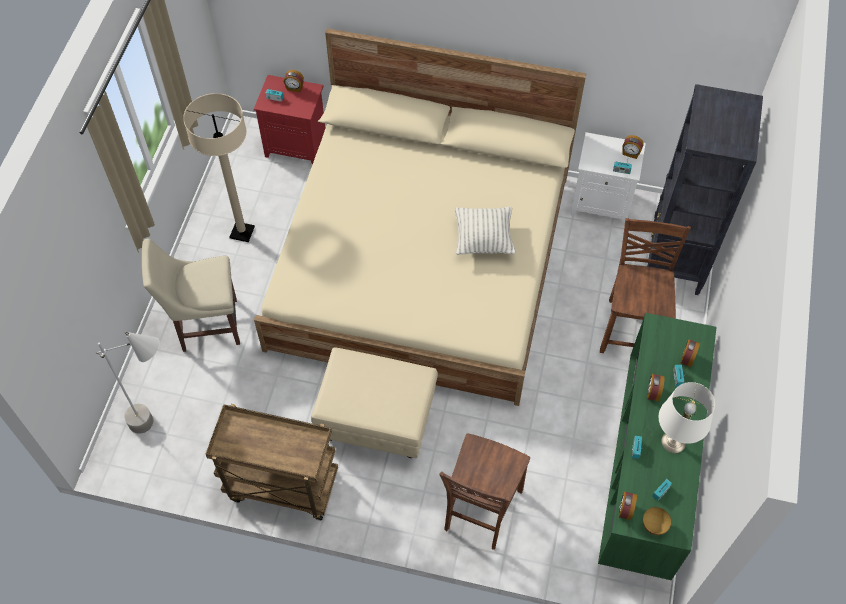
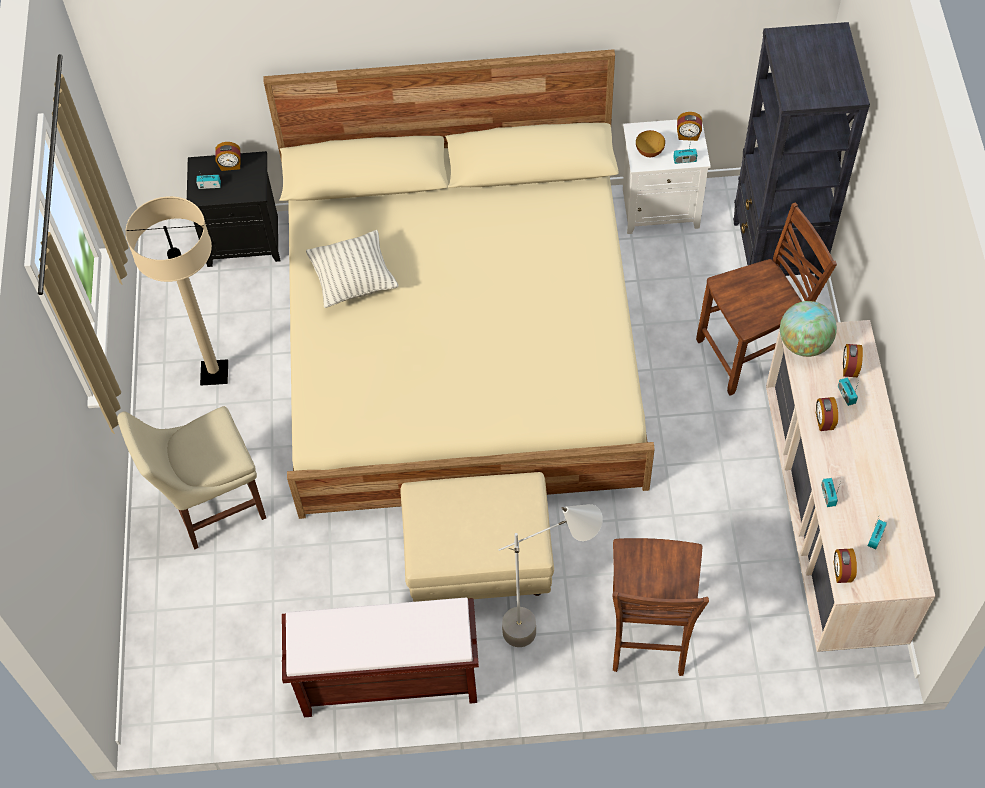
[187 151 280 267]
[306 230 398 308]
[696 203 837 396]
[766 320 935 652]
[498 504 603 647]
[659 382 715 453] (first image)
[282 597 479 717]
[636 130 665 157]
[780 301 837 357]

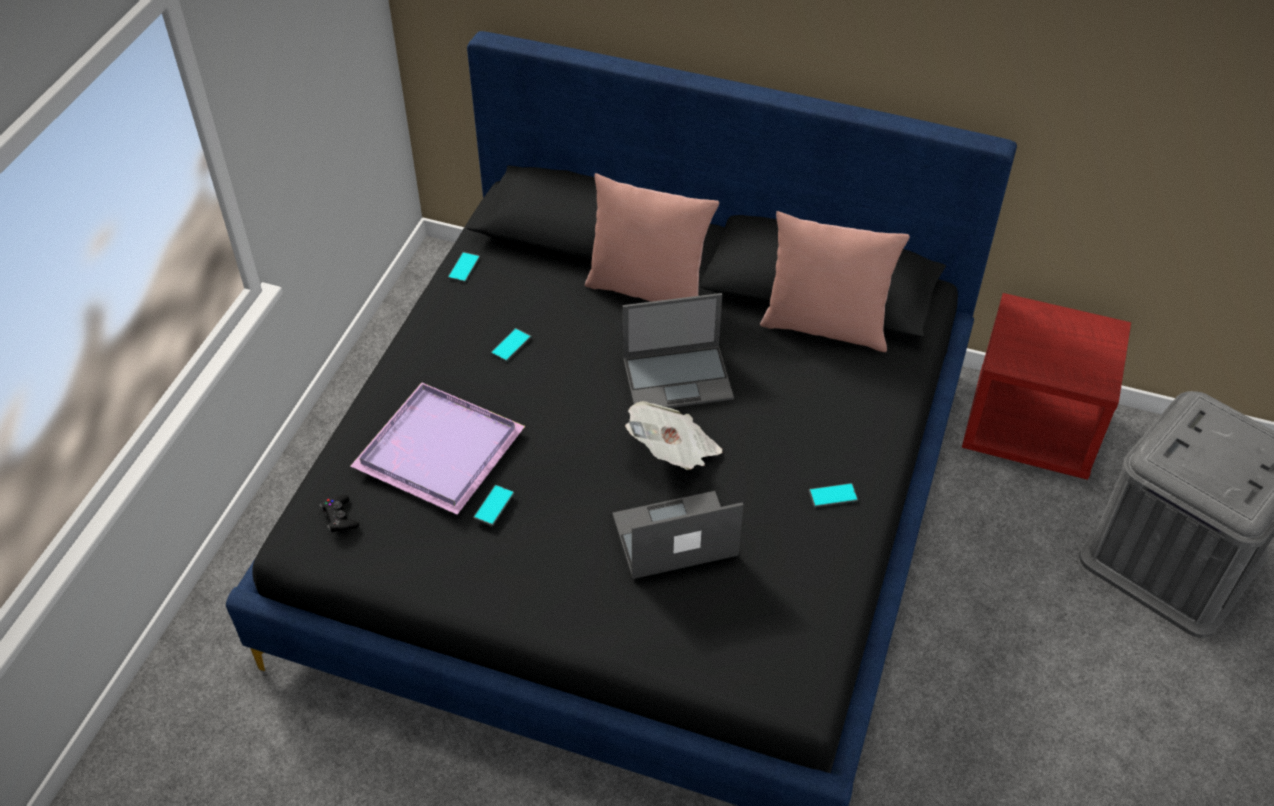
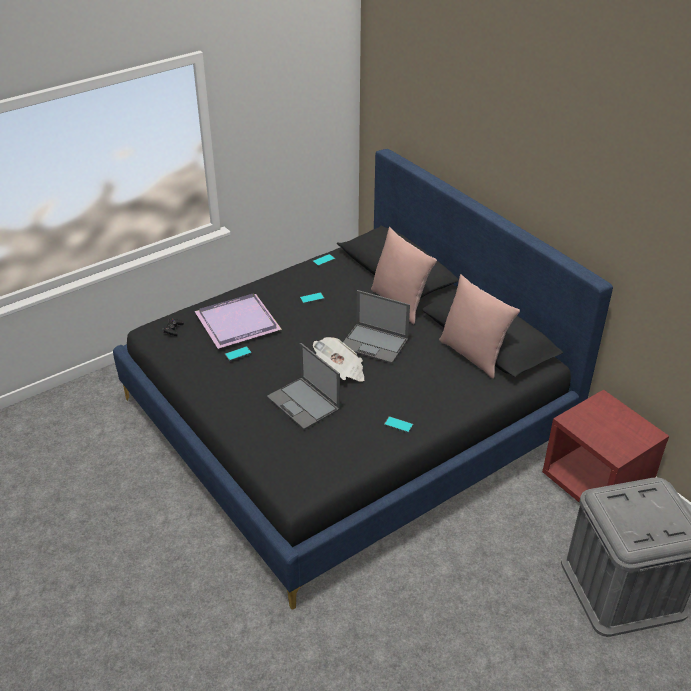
[267 343 340 430]

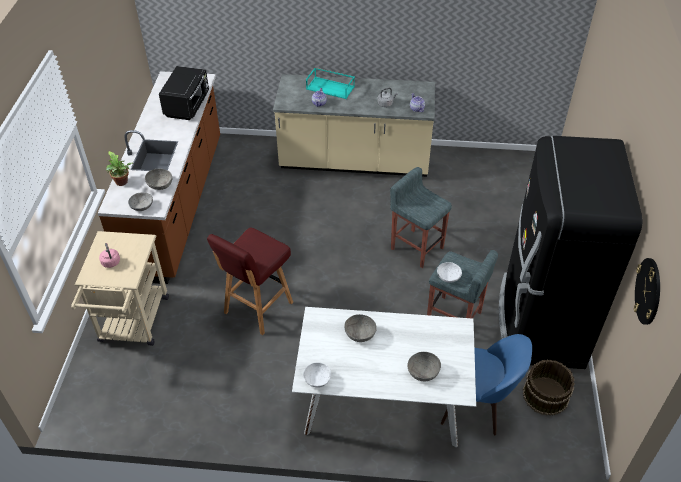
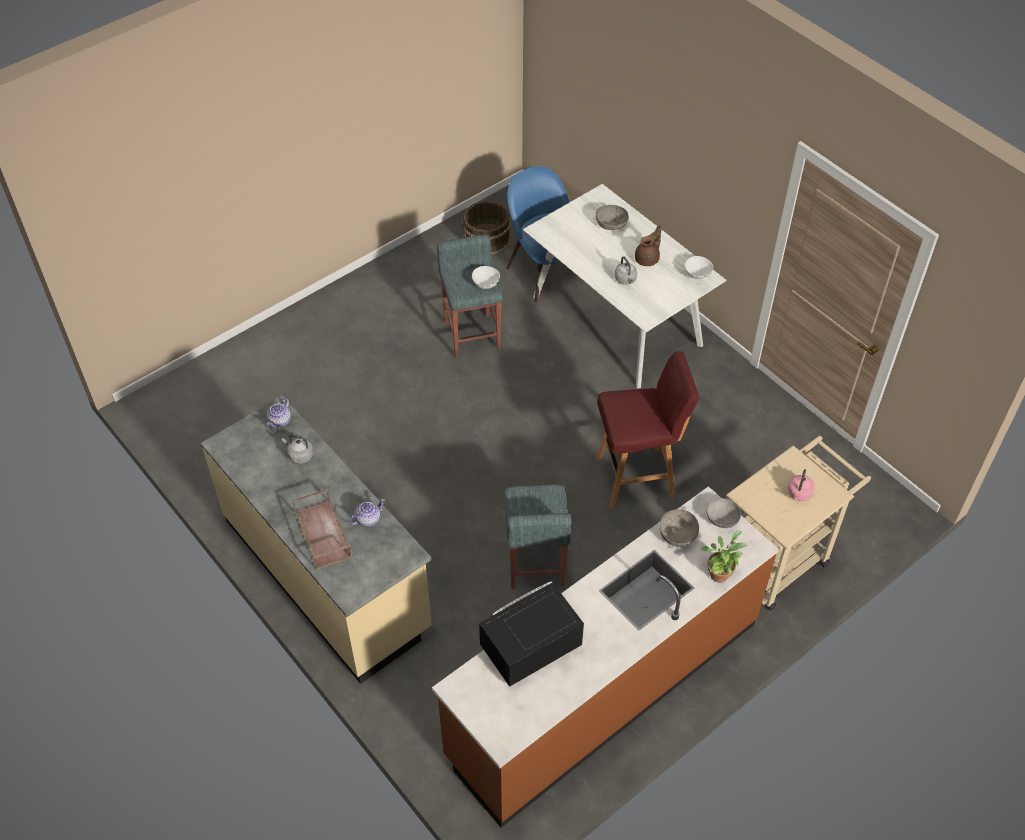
[292 489 353 570]
[499 136 642 369] (first image)
[505 484 572 589]
[634 258 660 325] (first image)
[615 256 637 285]
[635 225 661 266]

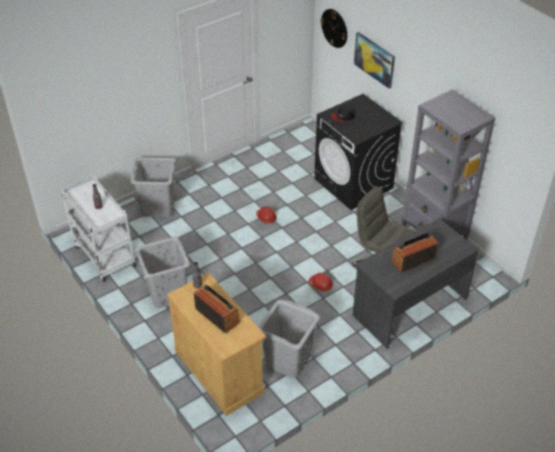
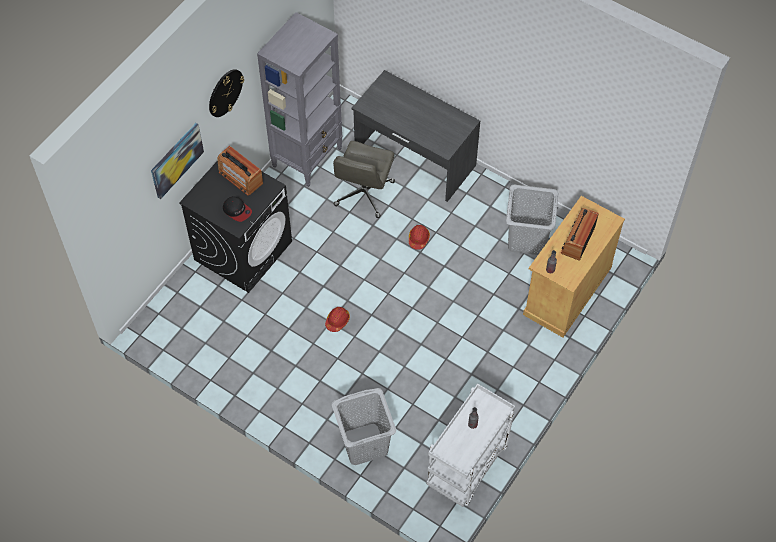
[209 69 244 117]
[217 146 263 196]
[135 237 190 308] (first image)

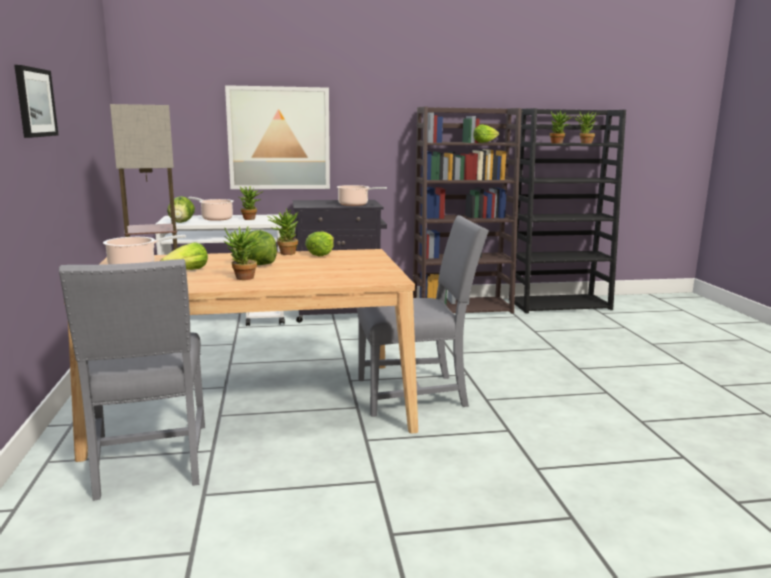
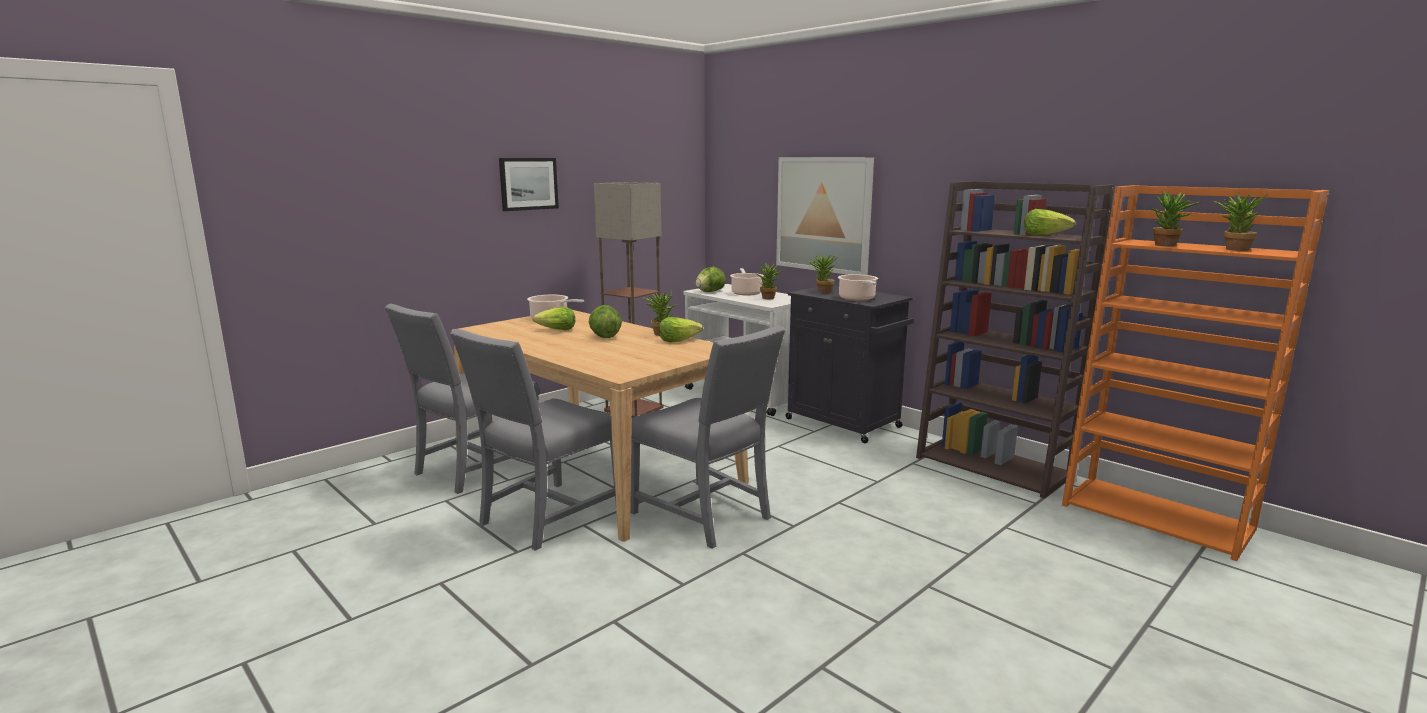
[1062 185 1329 561]
[808 253 838 293]
[450 329 616 551]

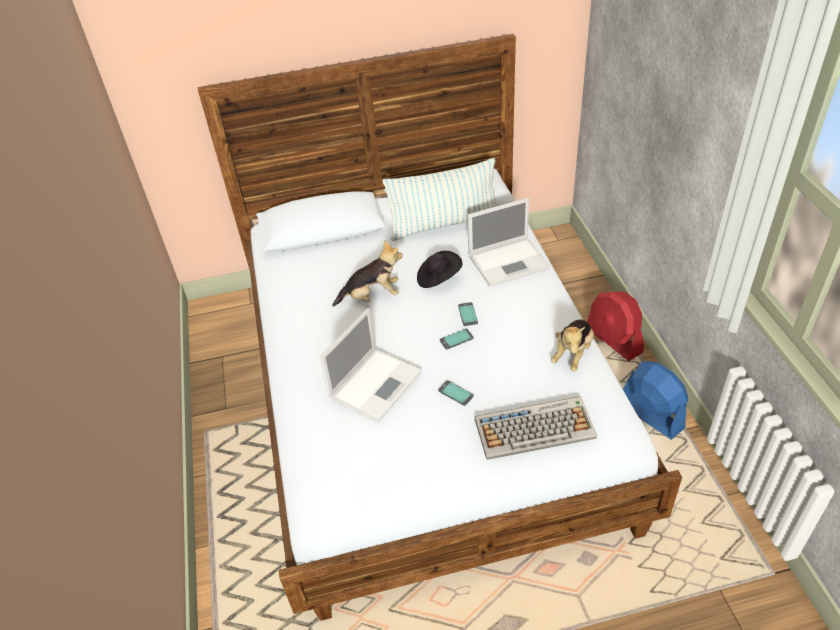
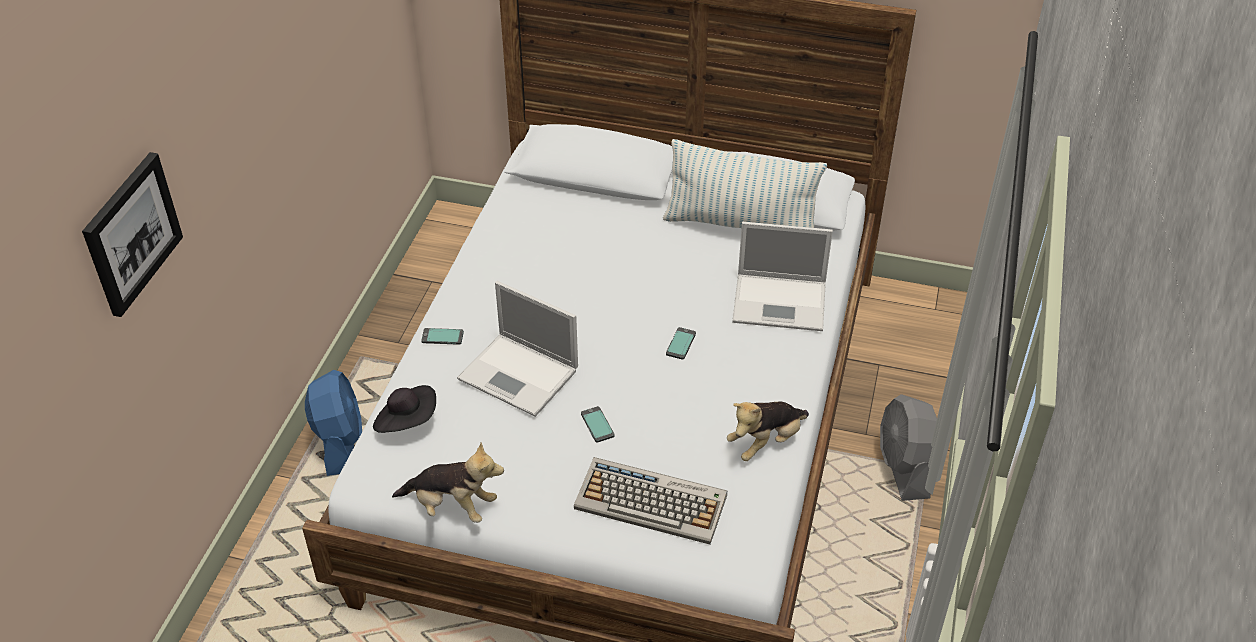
[392 443 504 523]
[373 385 436 433]
[880 394 937 501]
[457 281 578 417]
[421 328 464 345]
[305 370 362 476]
[82 152 183 317]

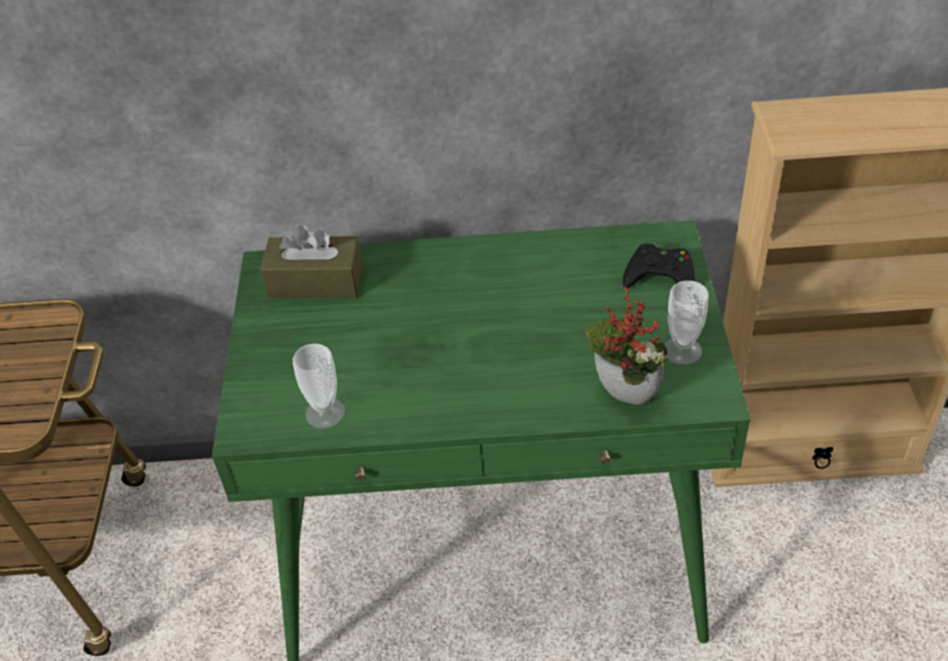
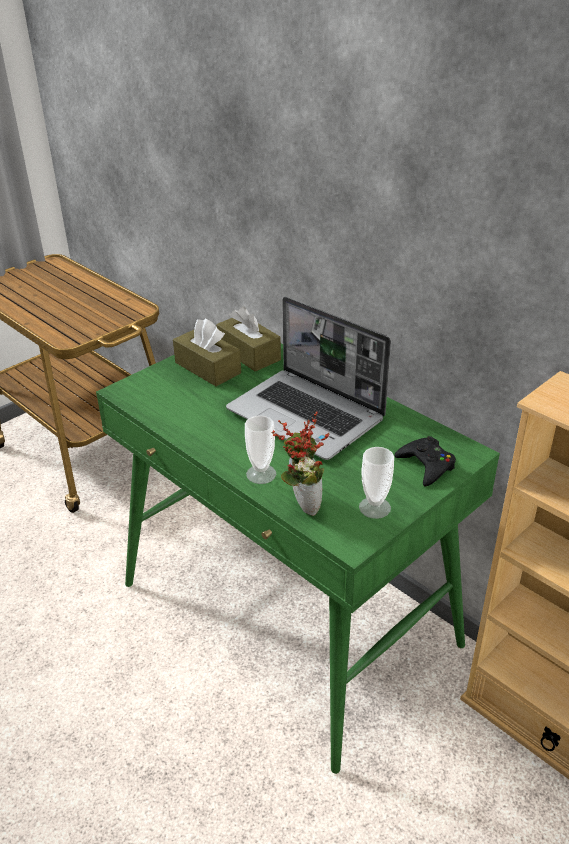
[245 415 276 484]
[226 297 391 460]
[173 319 241 386]

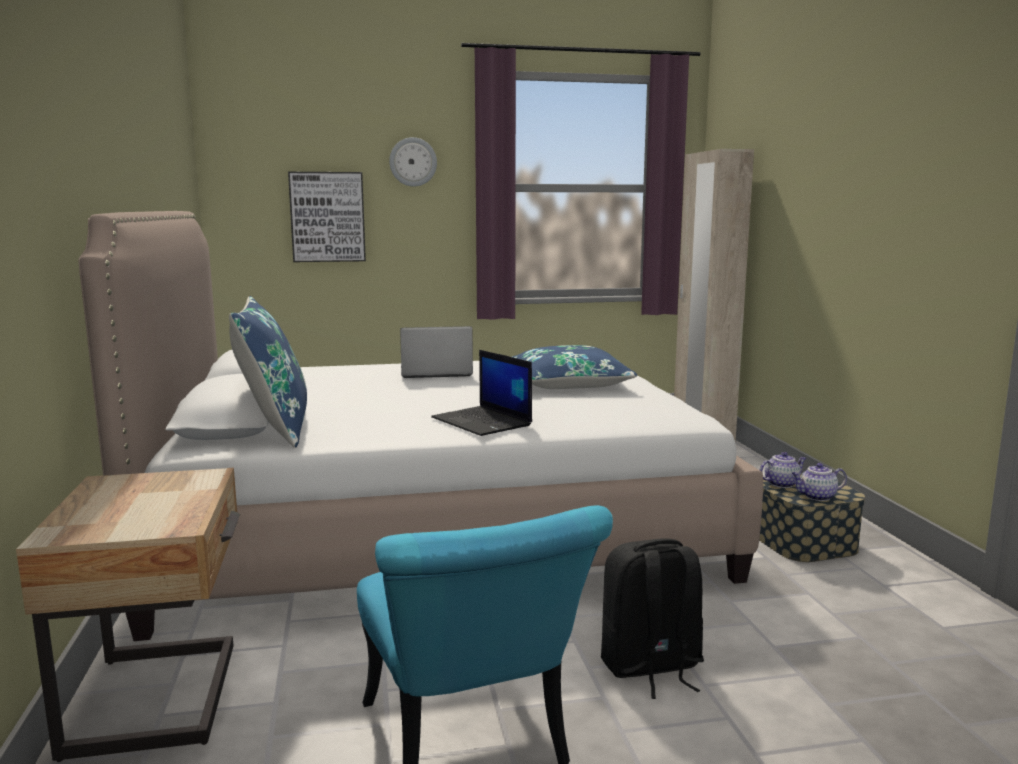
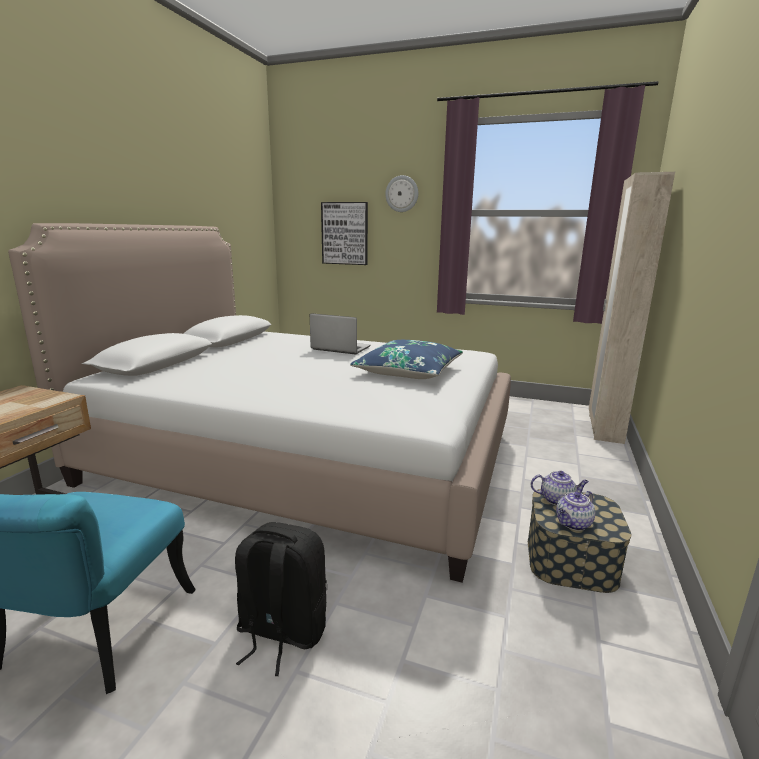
[229 296 307 448] (first image)
[431 350 532 436] (first image)
[556 491 595 531]

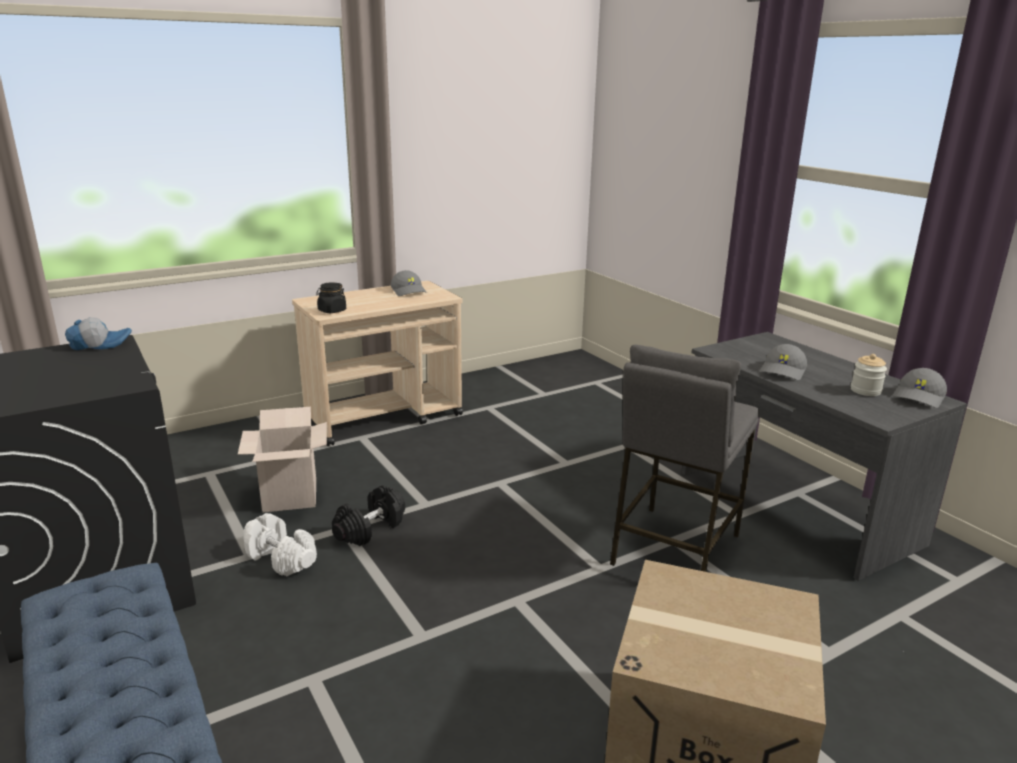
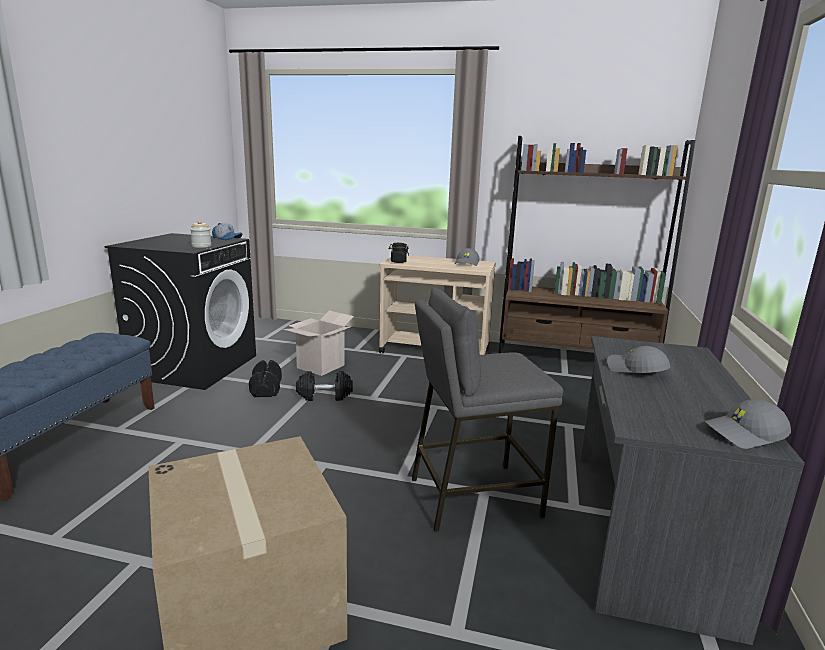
[607 346 670 373]
[190 220 211 248]
[249 360 282 397]
[498 136 695 353]

